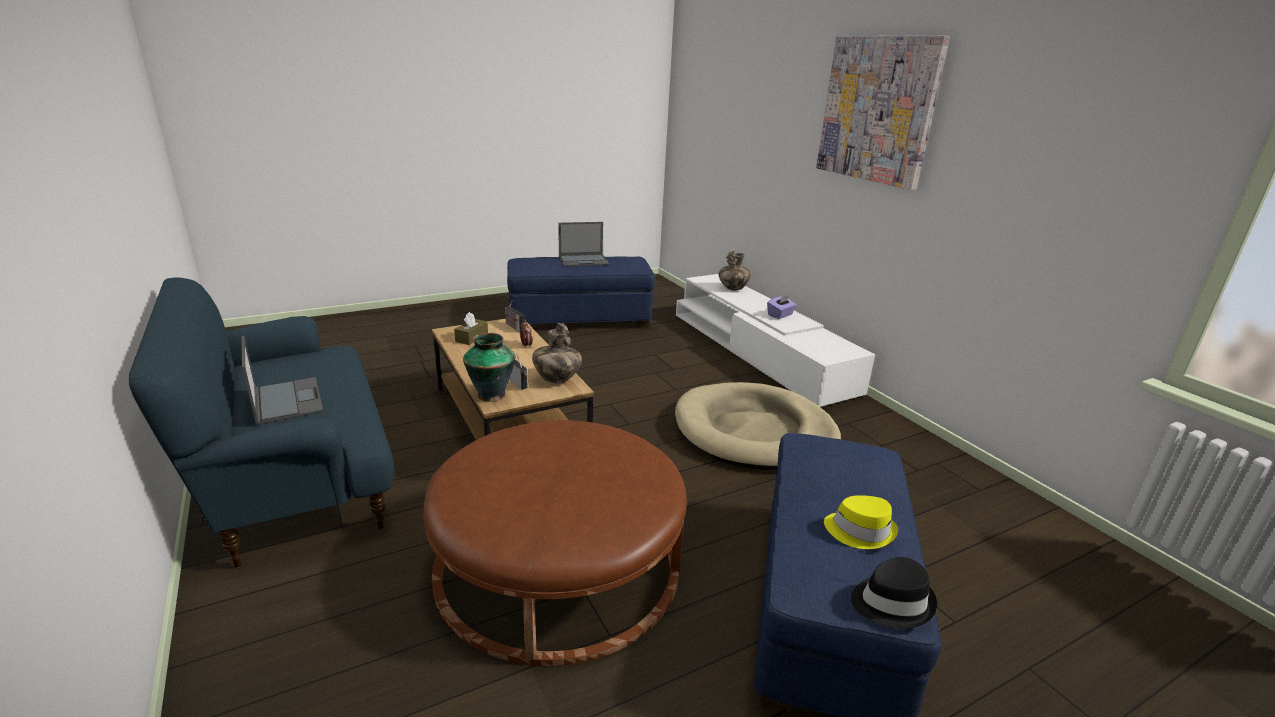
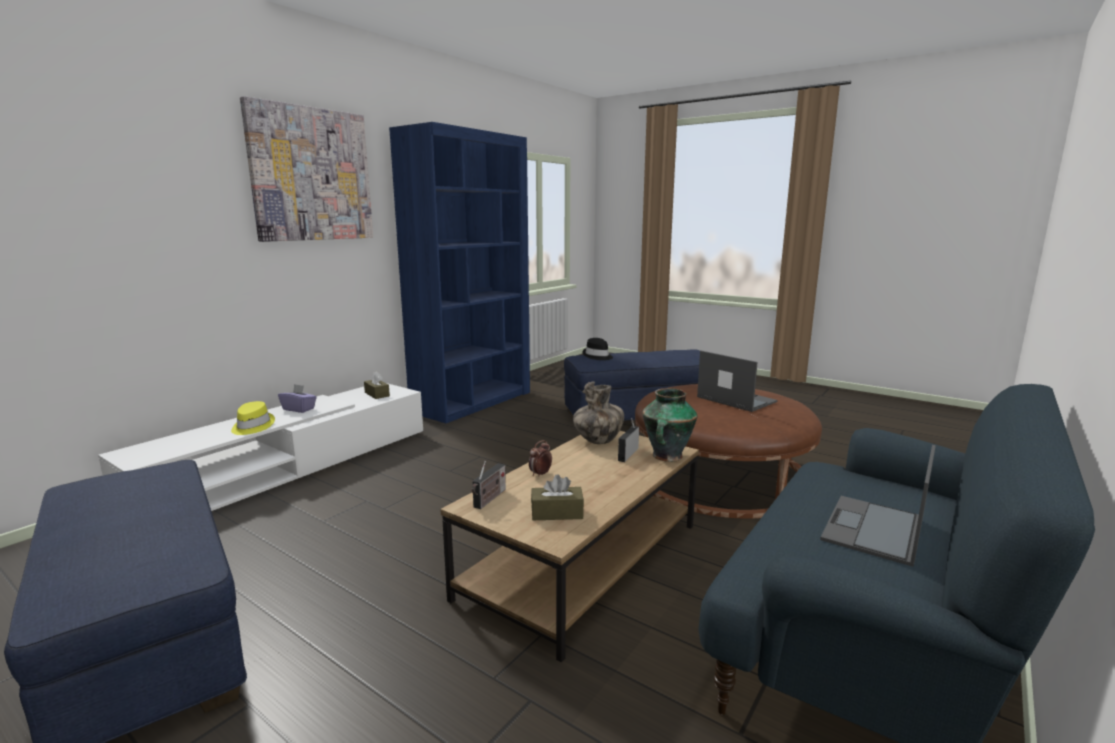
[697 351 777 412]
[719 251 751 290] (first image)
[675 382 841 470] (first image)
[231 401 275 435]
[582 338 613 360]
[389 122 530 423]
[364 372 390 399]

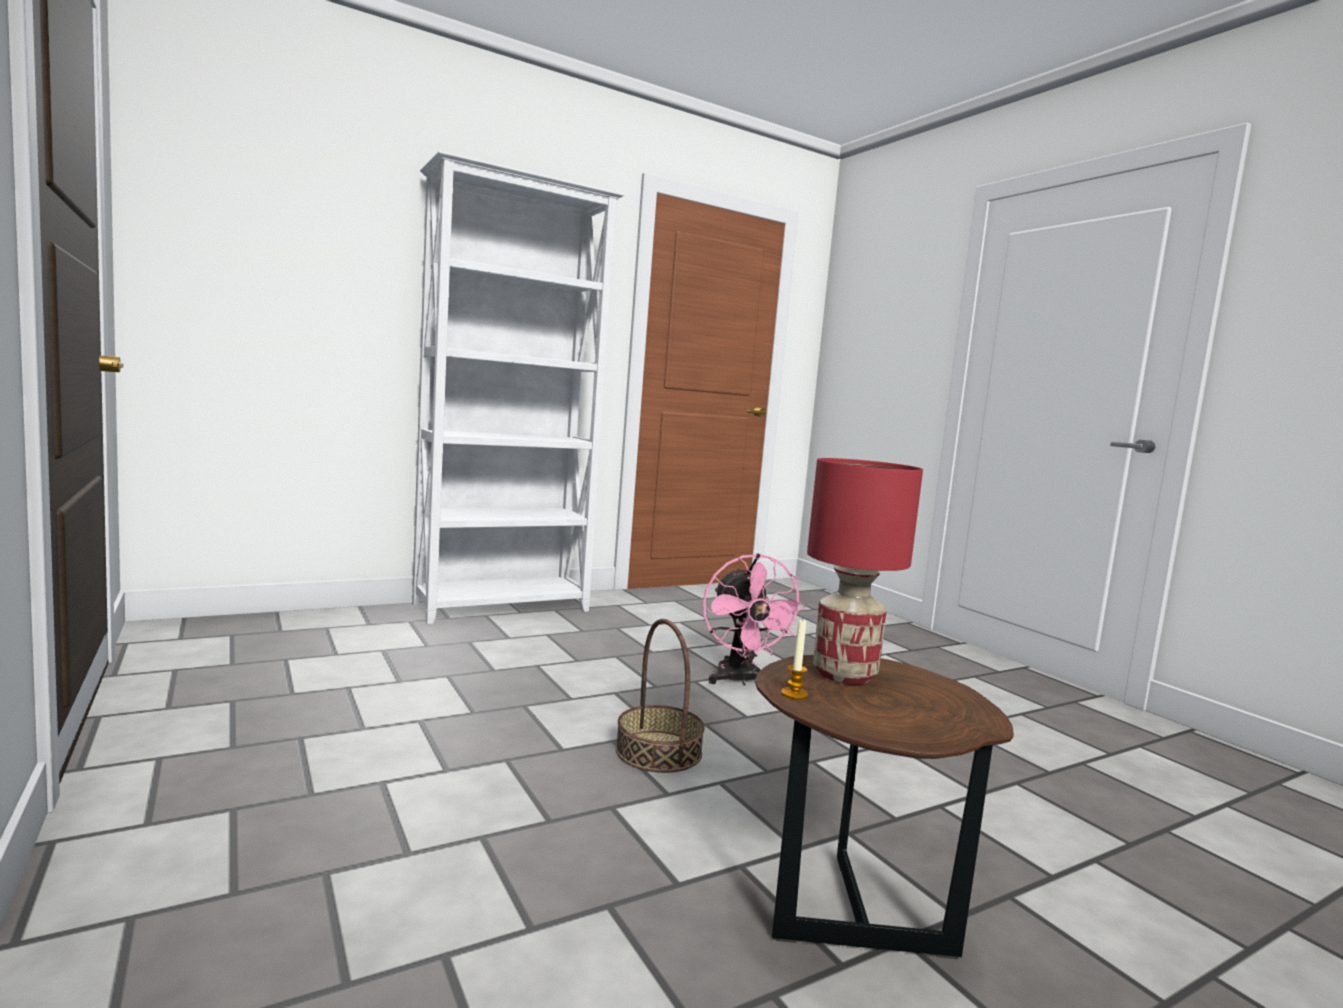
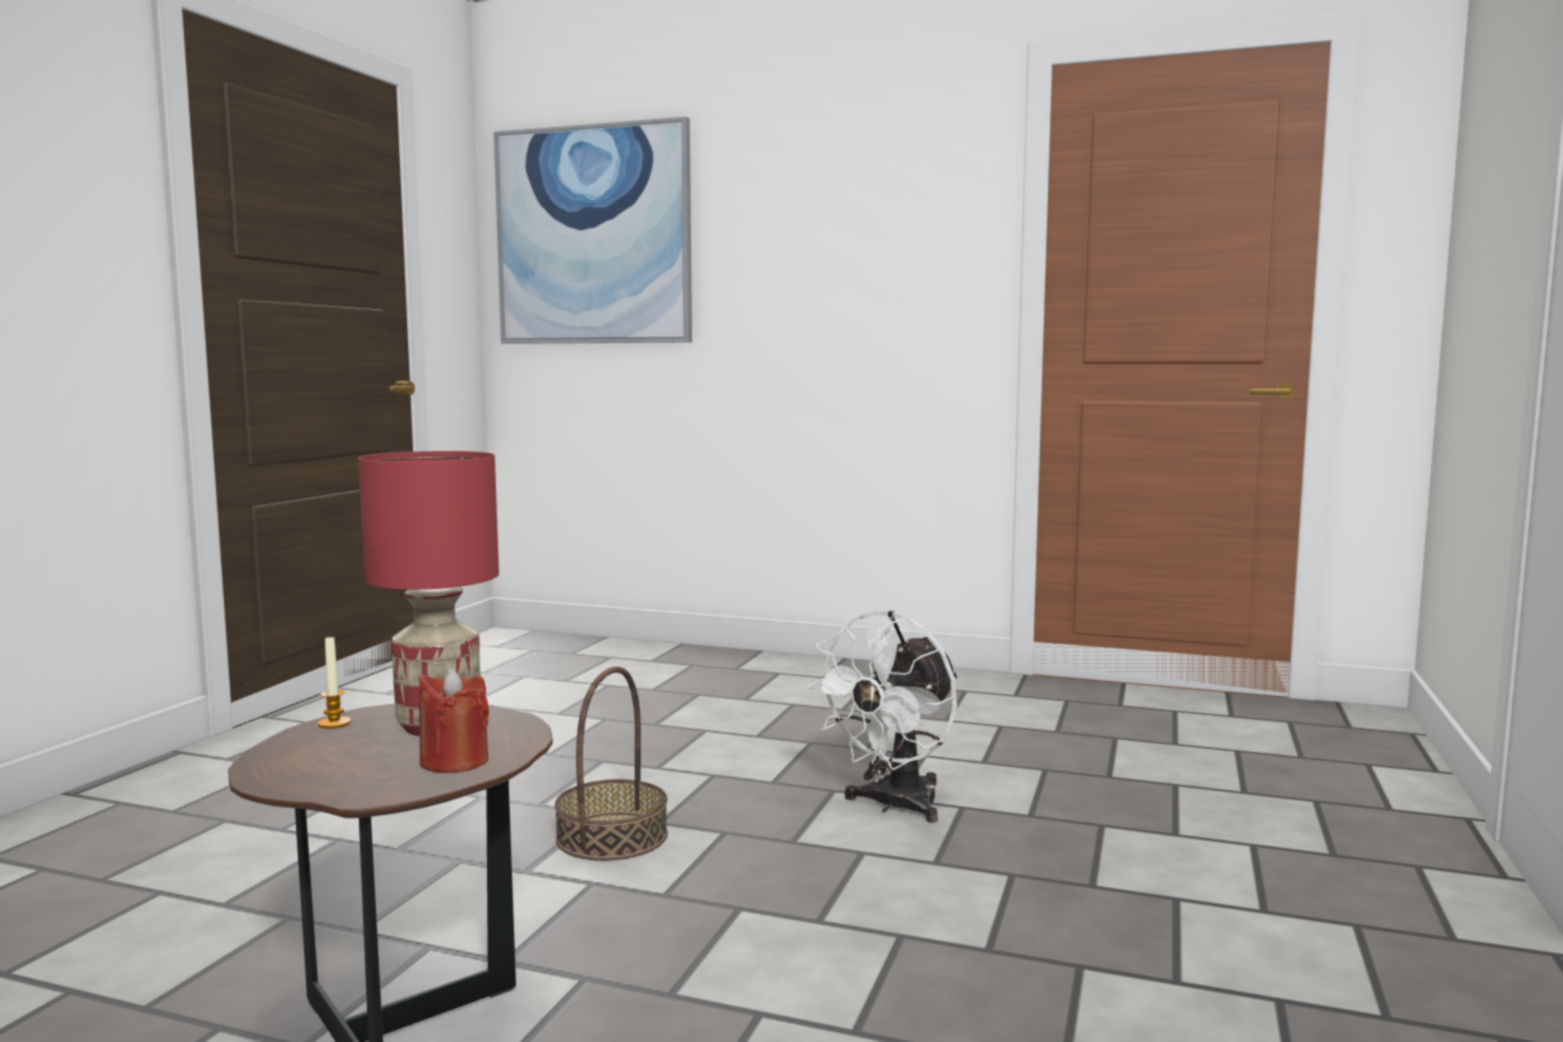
[412 151 625 624] (first image)
[807 611 958 823]
[494 117 692 344]
[419 668 489 773]

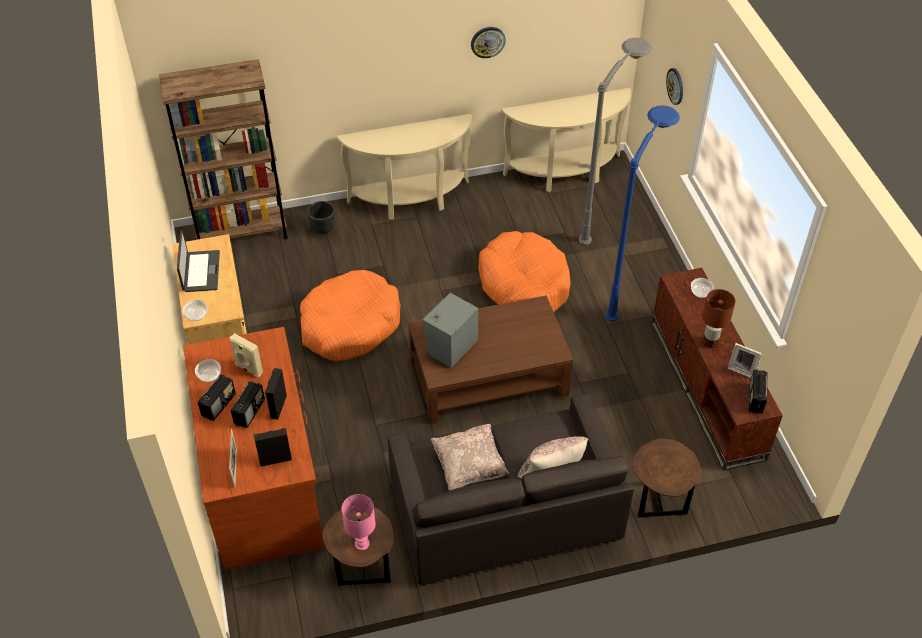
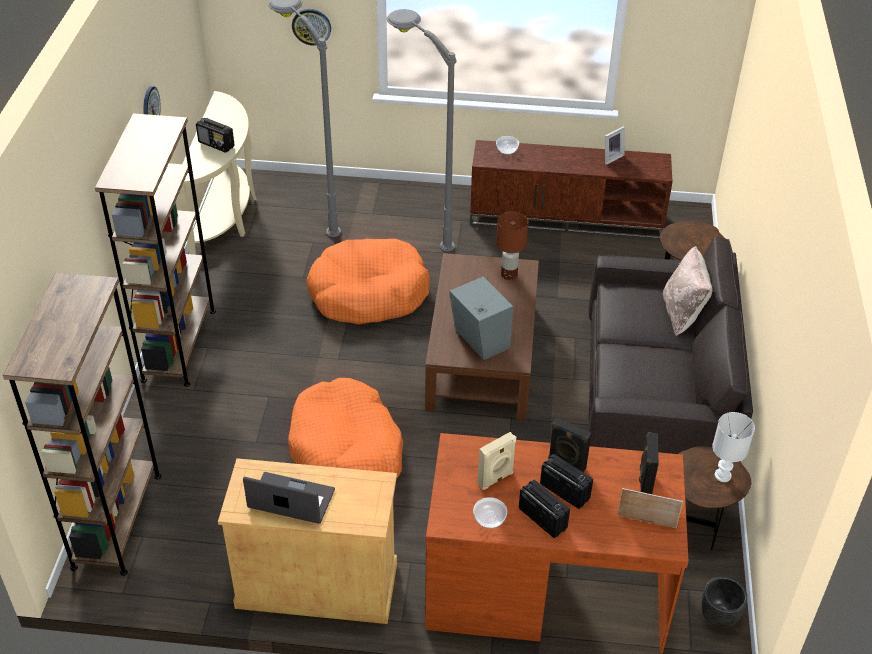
[387 9 456 252]
[95 113 216 387]
[701 576 748 628]
[496 211 528 280]
[183 300 207 321] (first image)
[196 118 235 153]
[431 424 509 490] (first image)
[712 412 755 482]

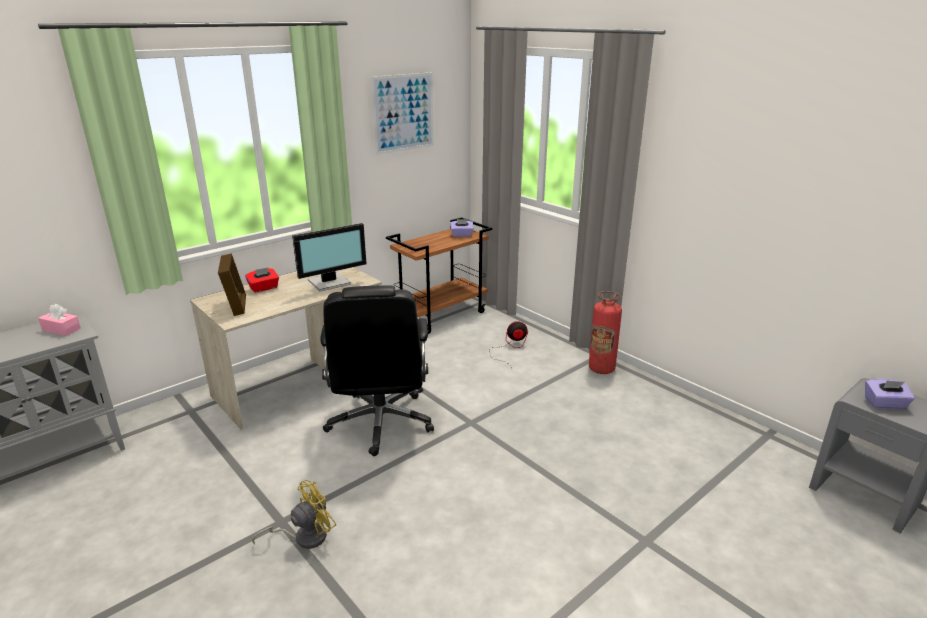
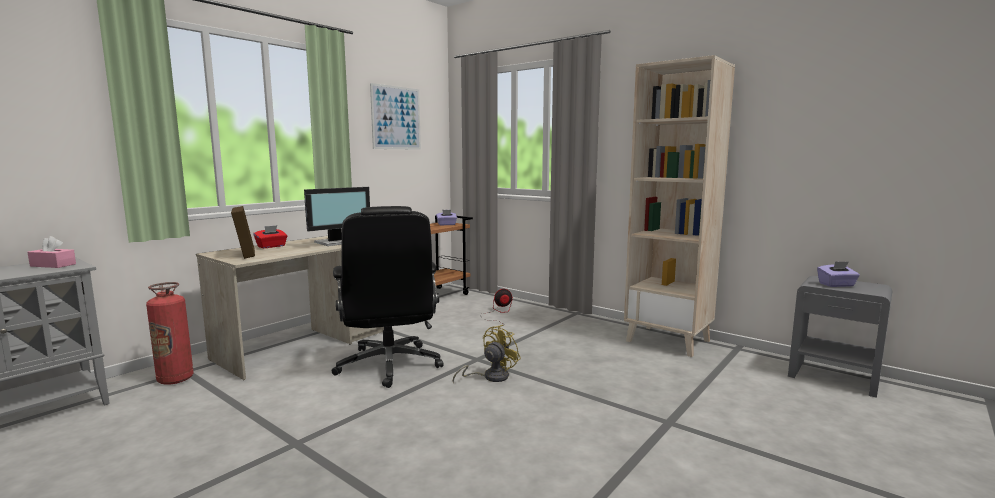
[146 282 194 385]
[453 325 521 384]
[624 55 735 357]

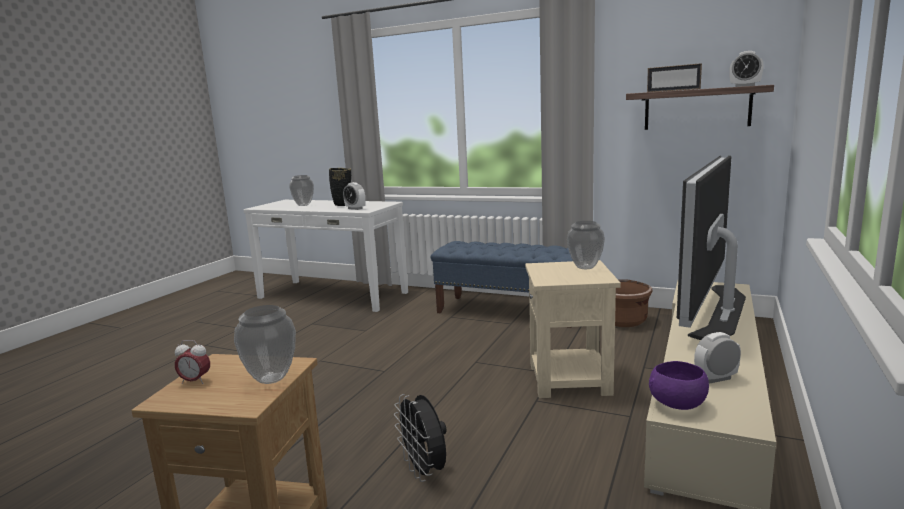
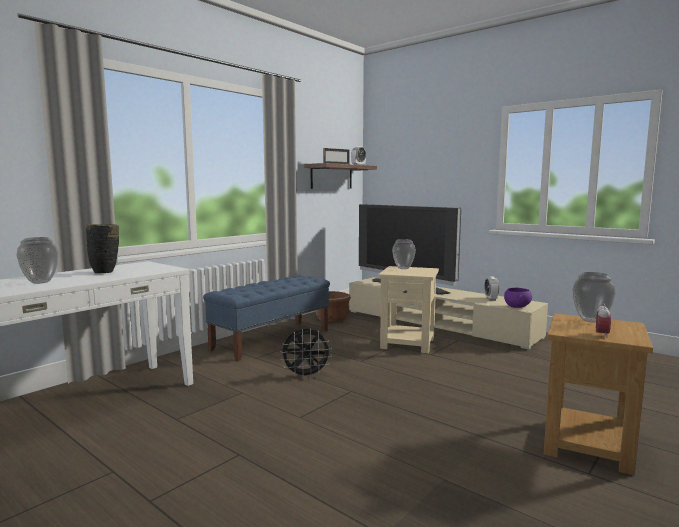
[343 182 365 210] (first image)
[280 329 332 378]

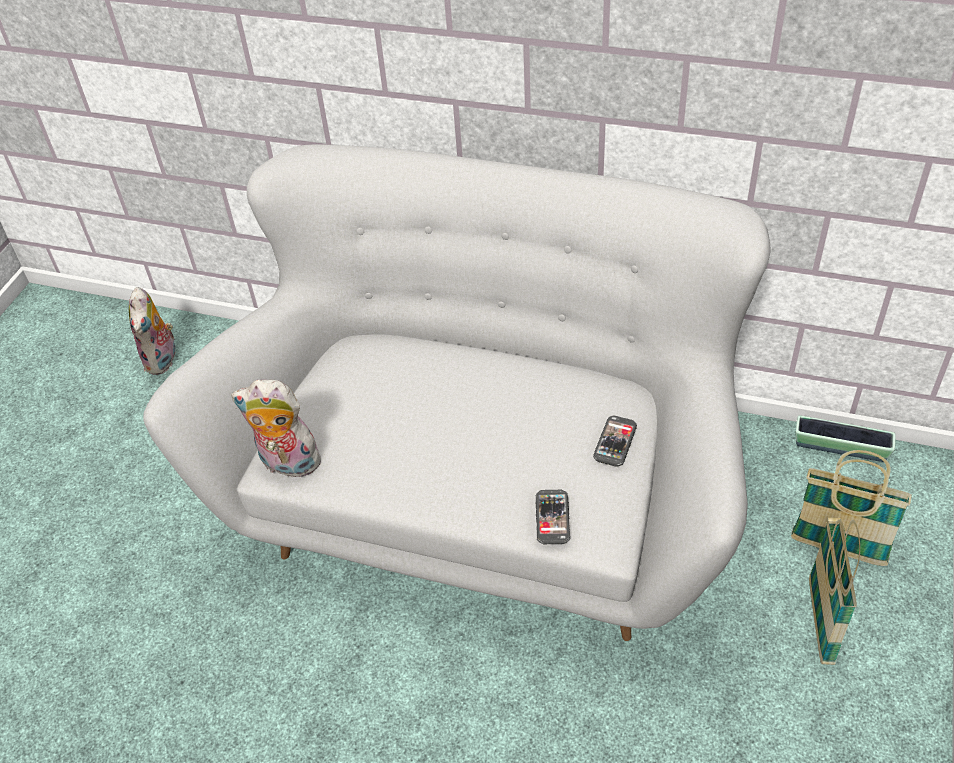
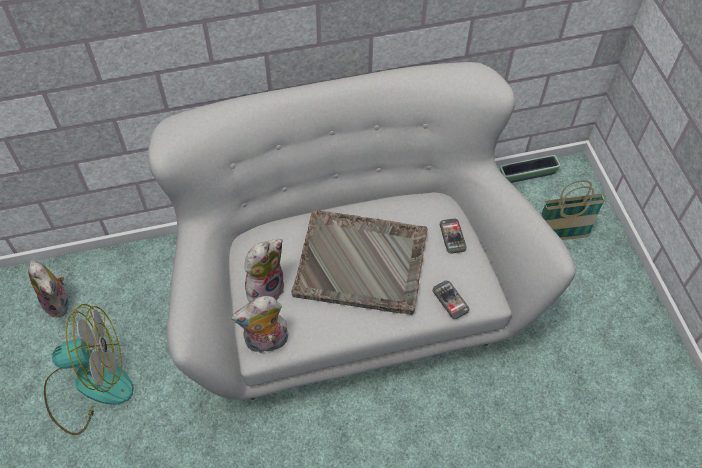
[809 518 860 665] (first image)
[291 210 428 315]
[245 239 284 302]
[44 304 133 435]

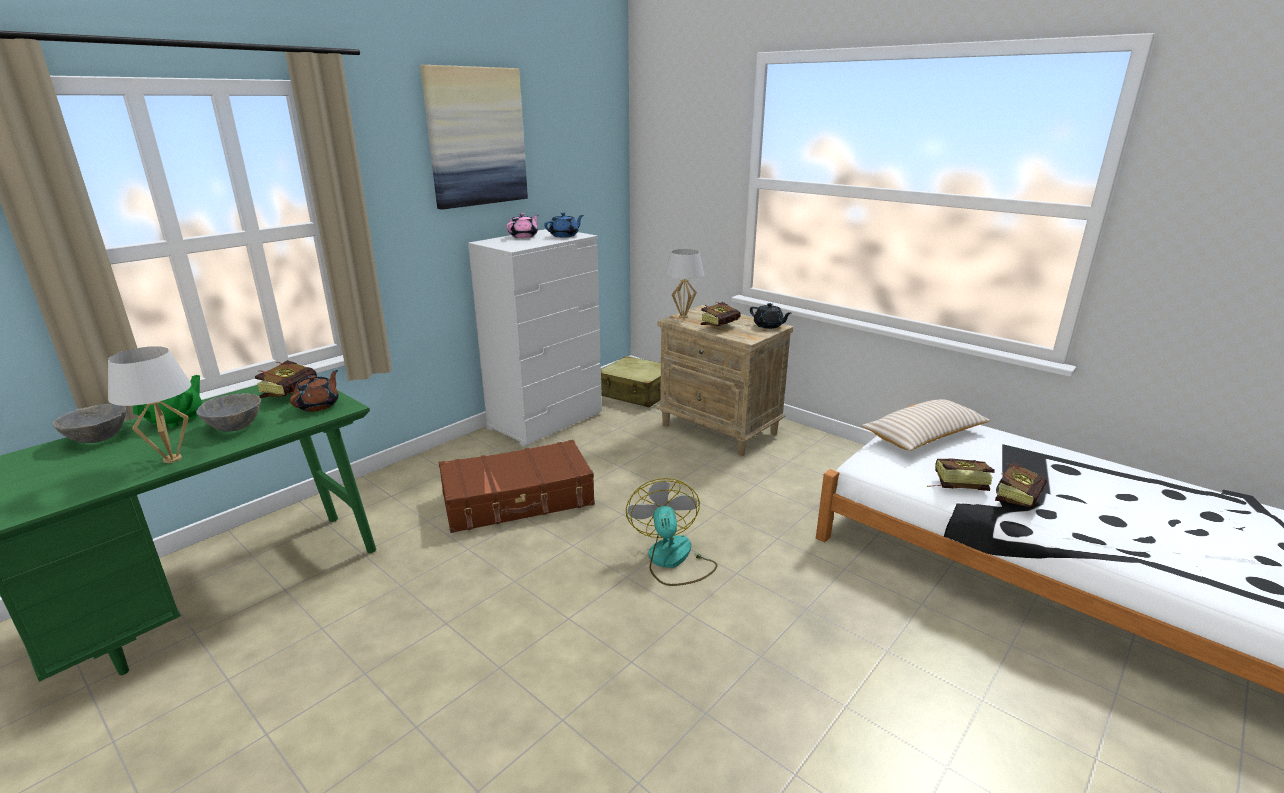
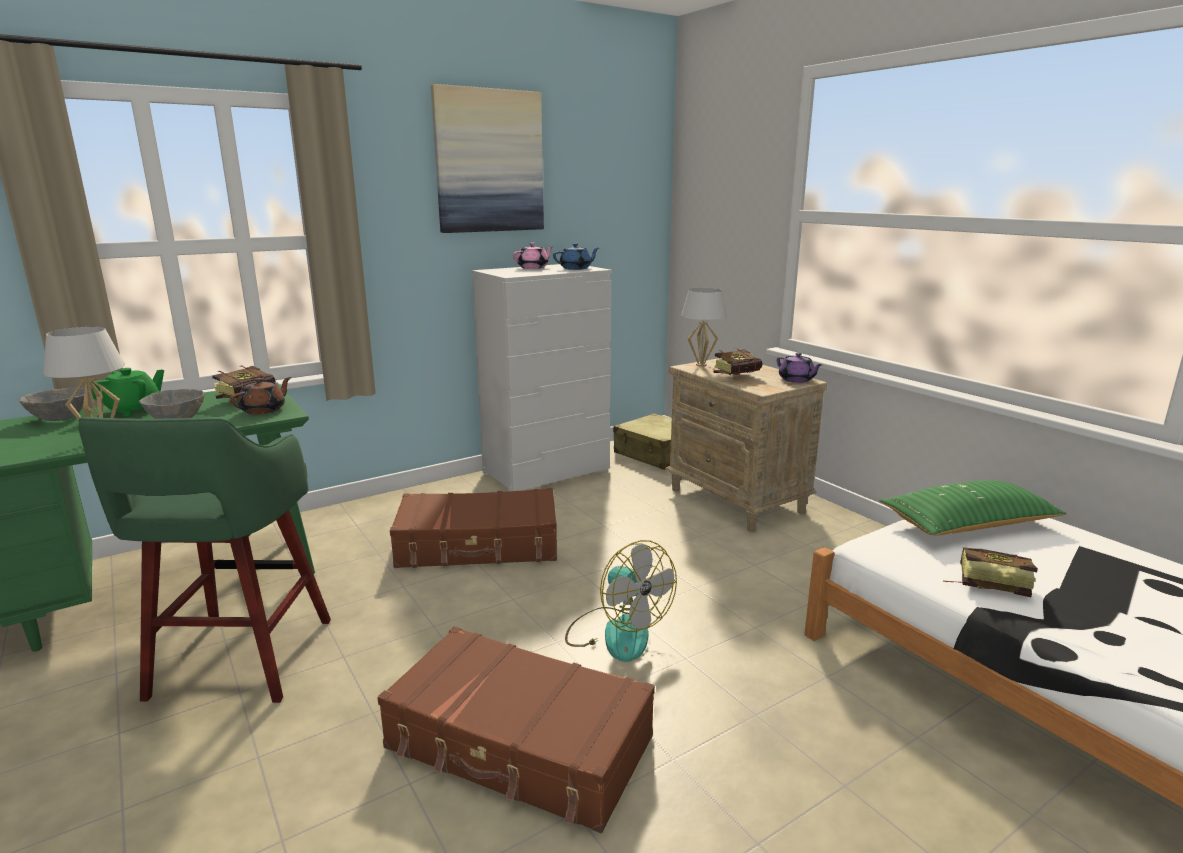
[777 353 823 383]
[879 480 1066 536]
[995 462 1047 507] (first image)
[565 540 677 662]
[78 417 331 703]
[377 627 655 833]

